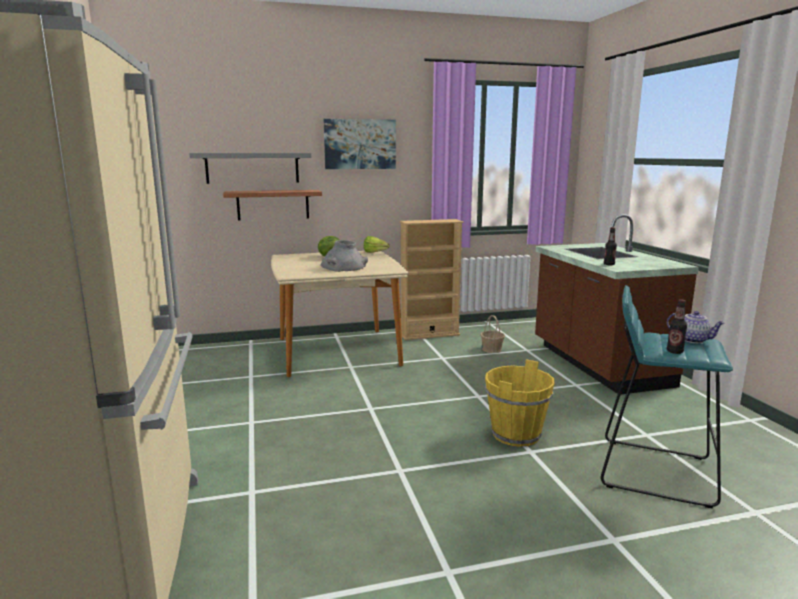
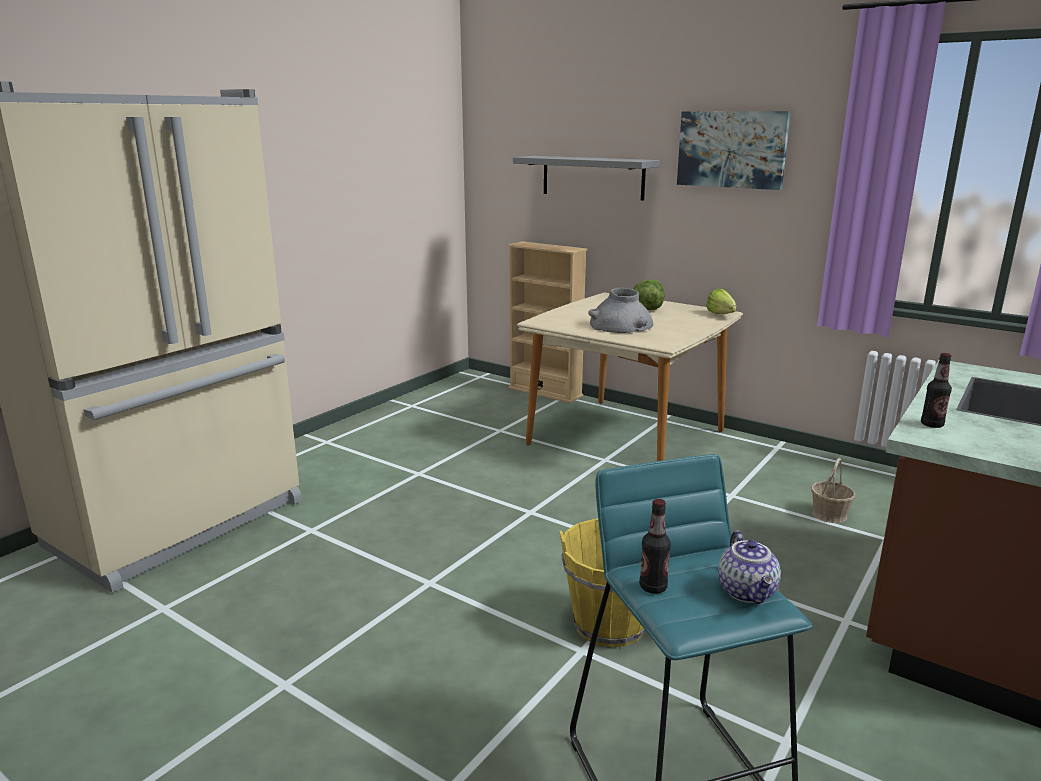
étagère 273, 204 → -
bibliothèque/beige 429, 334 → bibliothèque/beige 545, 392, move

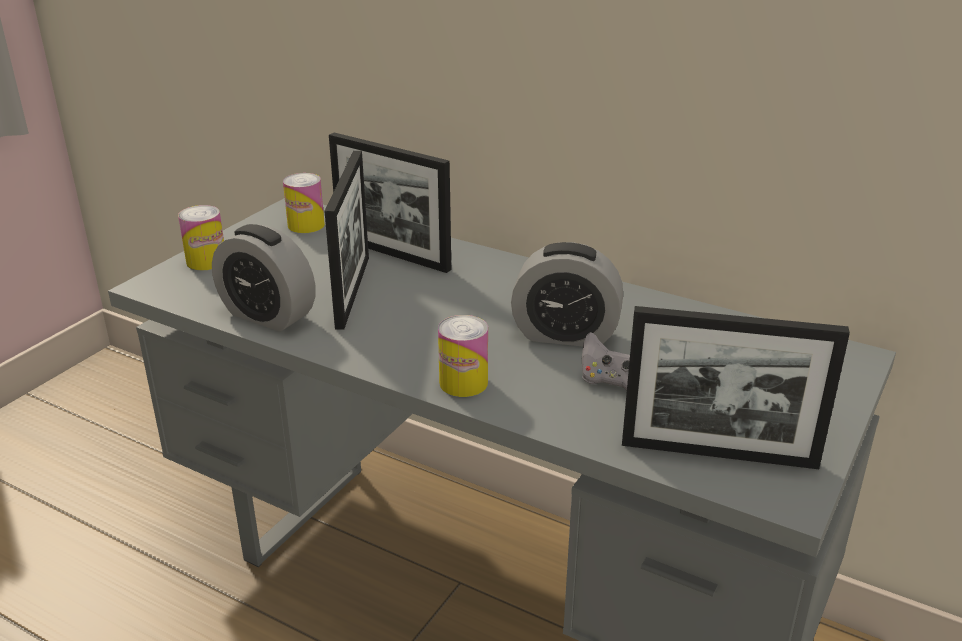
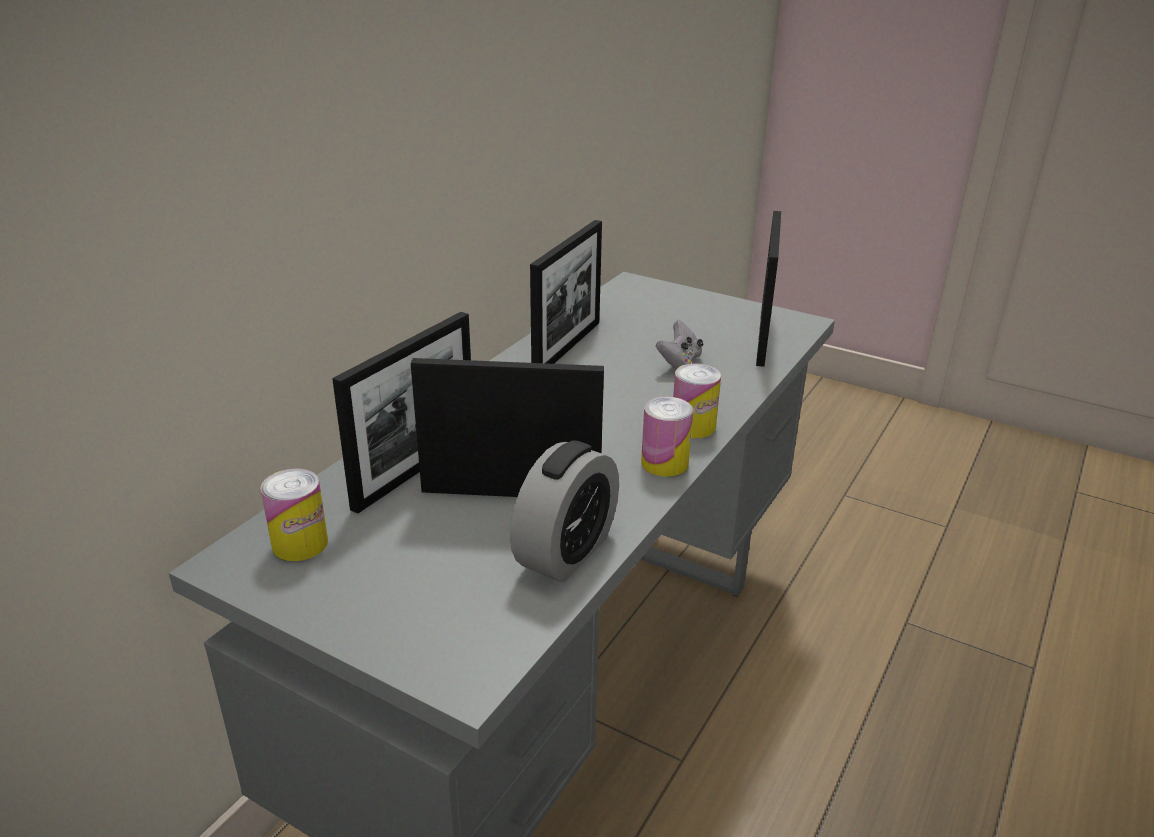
réveil 565, 334 → -
- → cadre photo 567, 347
boîte métallique 206, 261 → boîte métallique 664, 463, move

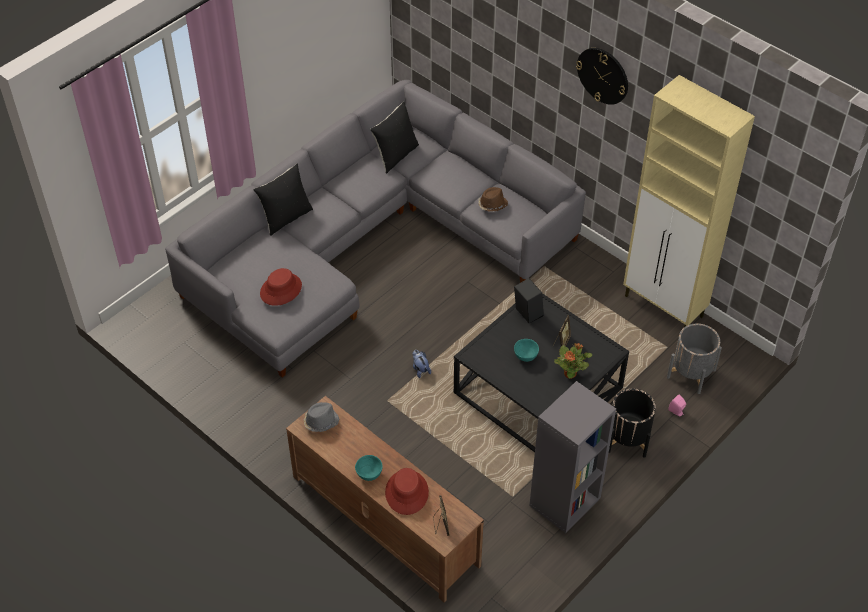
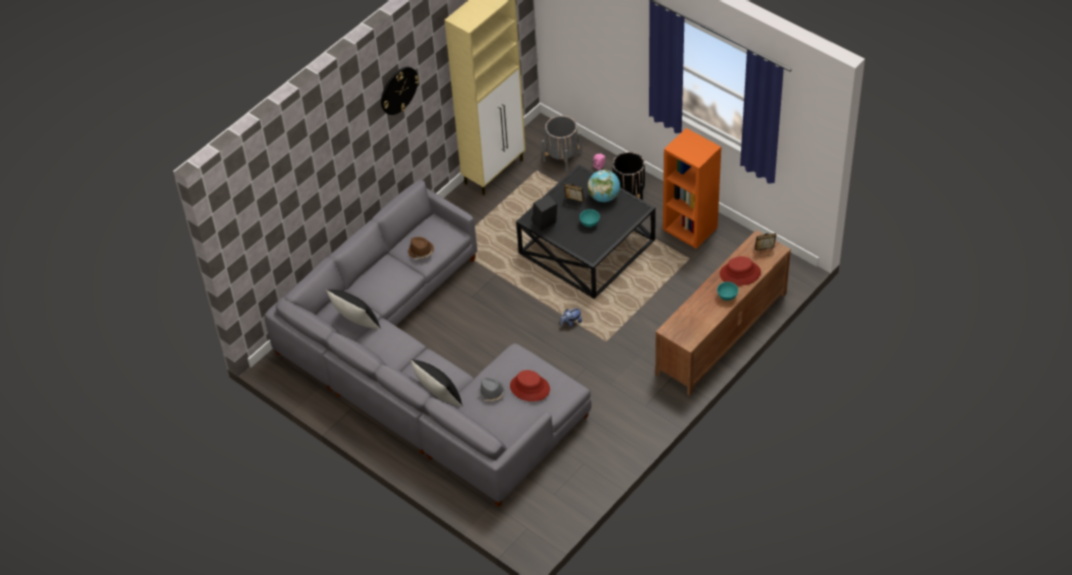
chapeau/gris 320, 421 → chapeau/gris 491, 392, move
plante en pot 570, 373 → globe 604, 197
bibliothèque/gris 565, 502 → bibliothèque/orange 690, 228

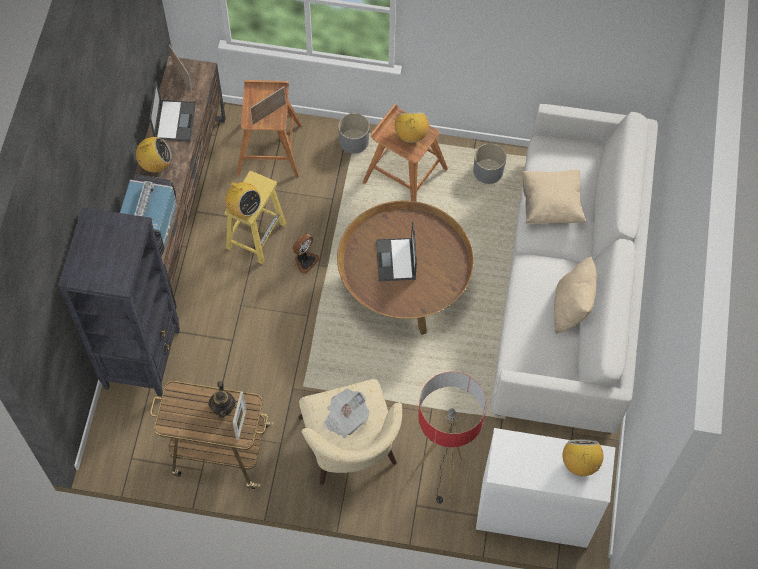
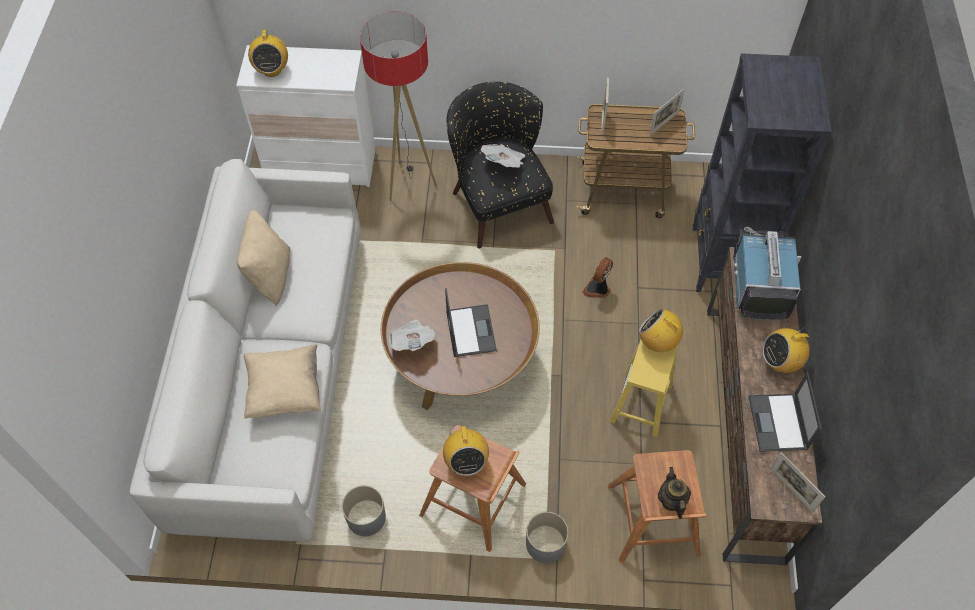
- → journal 412, 341
théière 223, 407 → théière 671, 500, move
cadre photo 269, 114 → cadre photo 664, 123, move
ventilateur 305, 260 → ventilateur 598, 289, move
fauteuil/beige 350, 451 → fauteuil/noir 498, 199

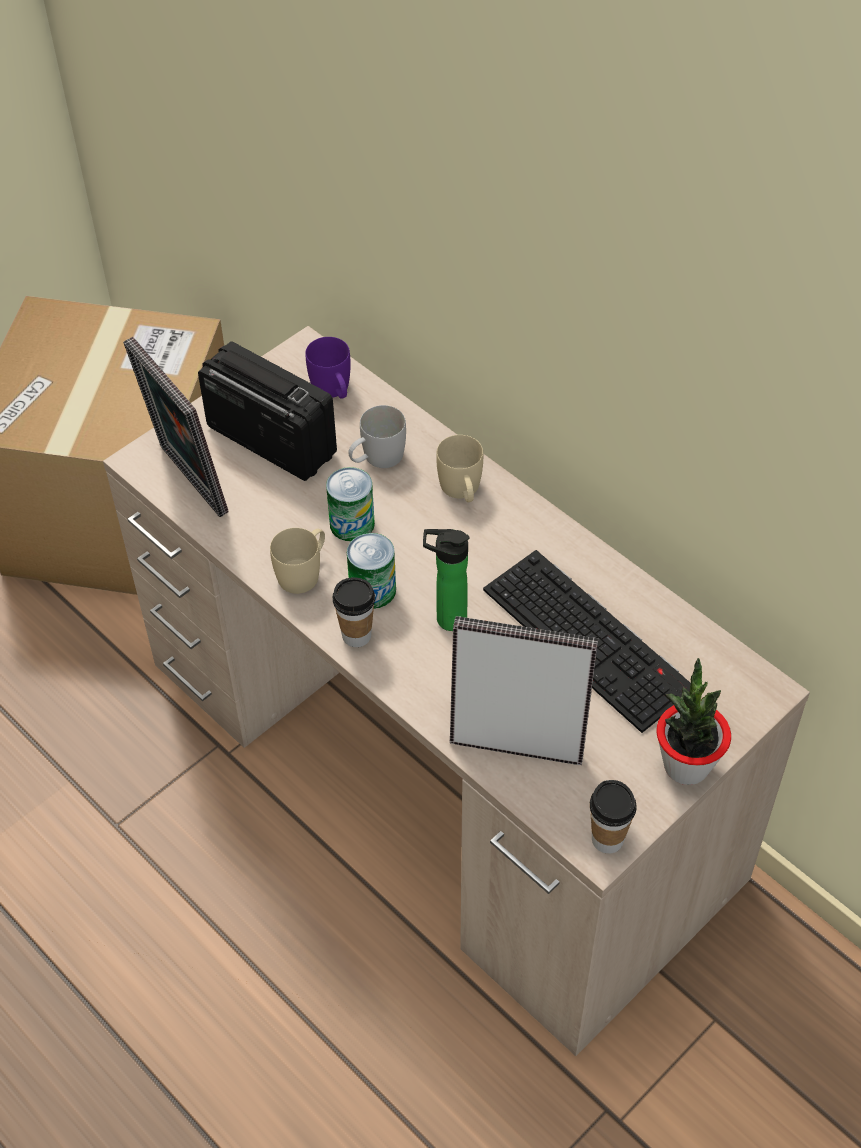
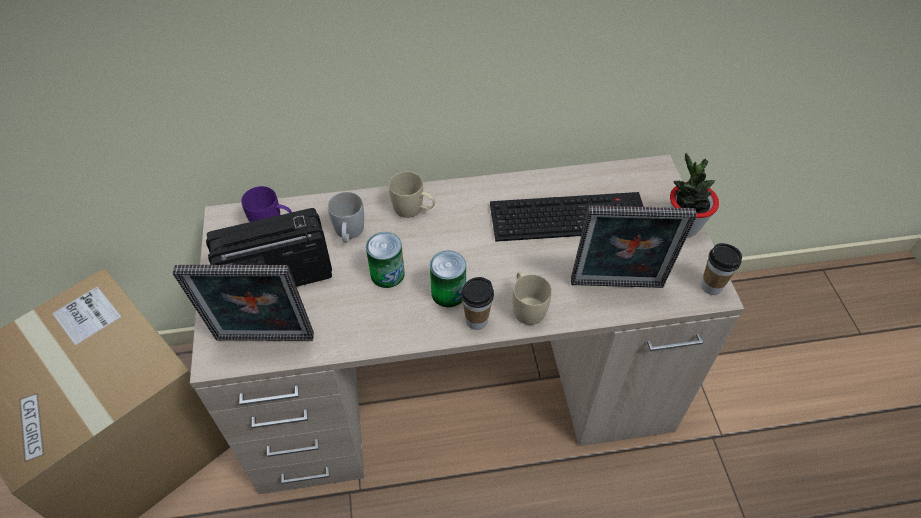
bouteille 446, 619 → -
mug/beige 304, 572 → mug/beige 526, 306, move
cadre photo 517, 742 → cadre photo 617, 288, 135 degrees counterclockwise

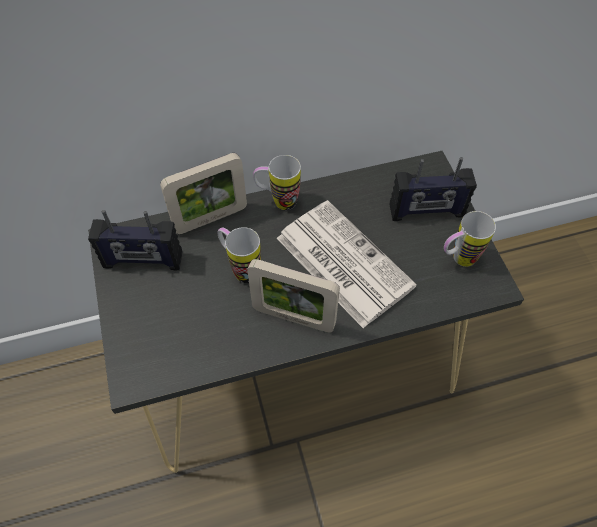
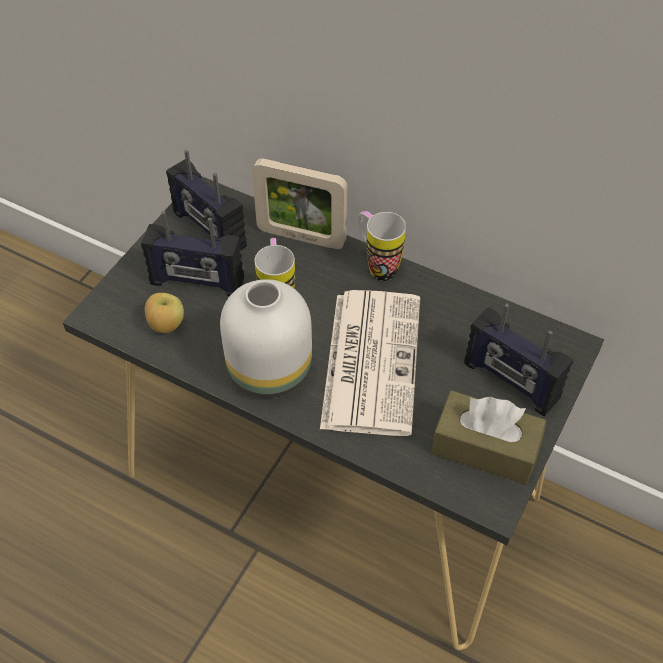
- → radio 197, 282
- → pomme 166, 325
cadre photo 293, 317 → vase/blanc 272, 371
mug 457, 260 → boîte à mouchoirs/marron 485, 448

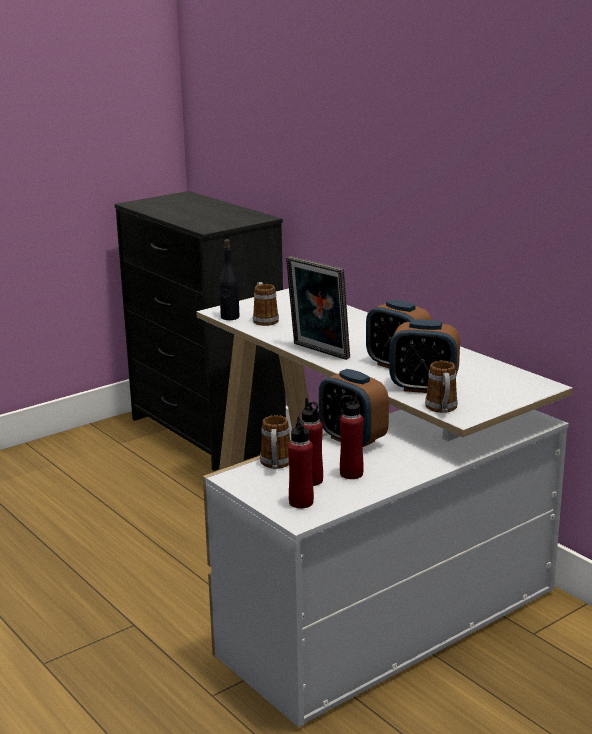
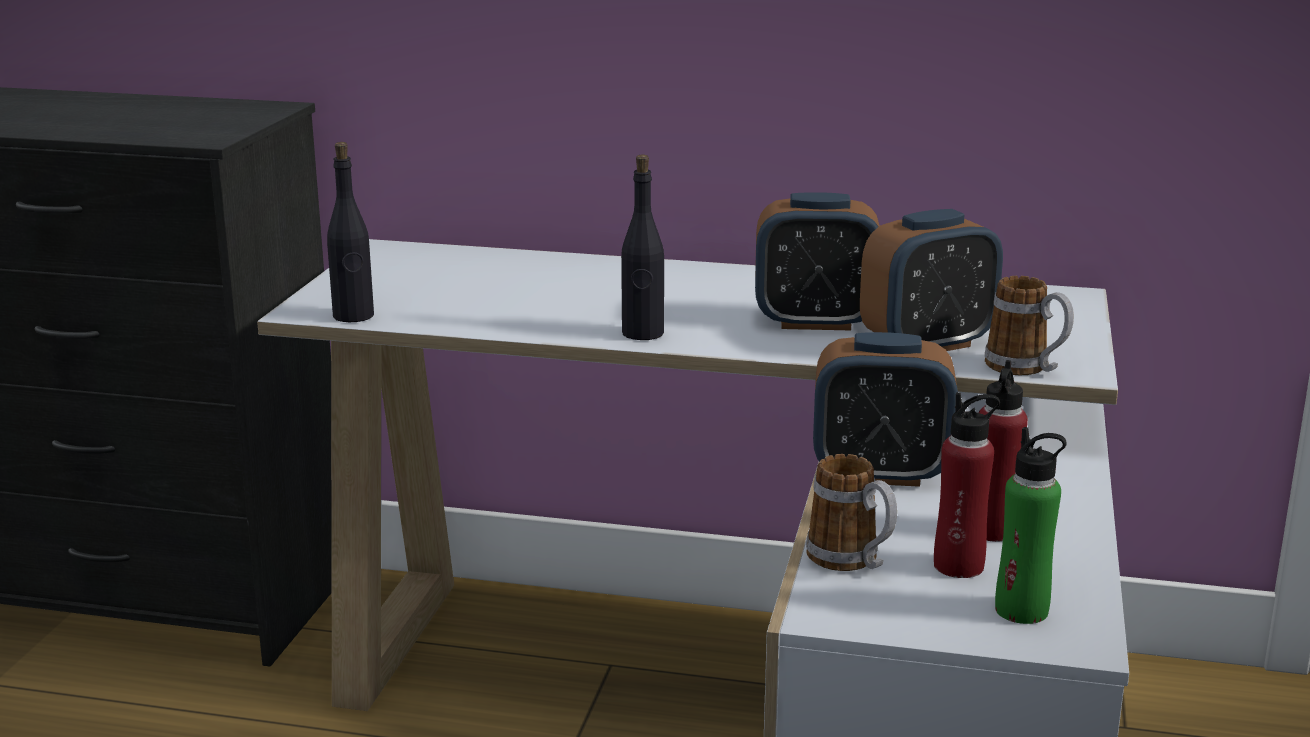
mug 264, 320 → -
cadre photo 318, 352 → bouteille/noir 642, 334
bouteille/rouge 301, 502 → bouteille/vert 1021, 610

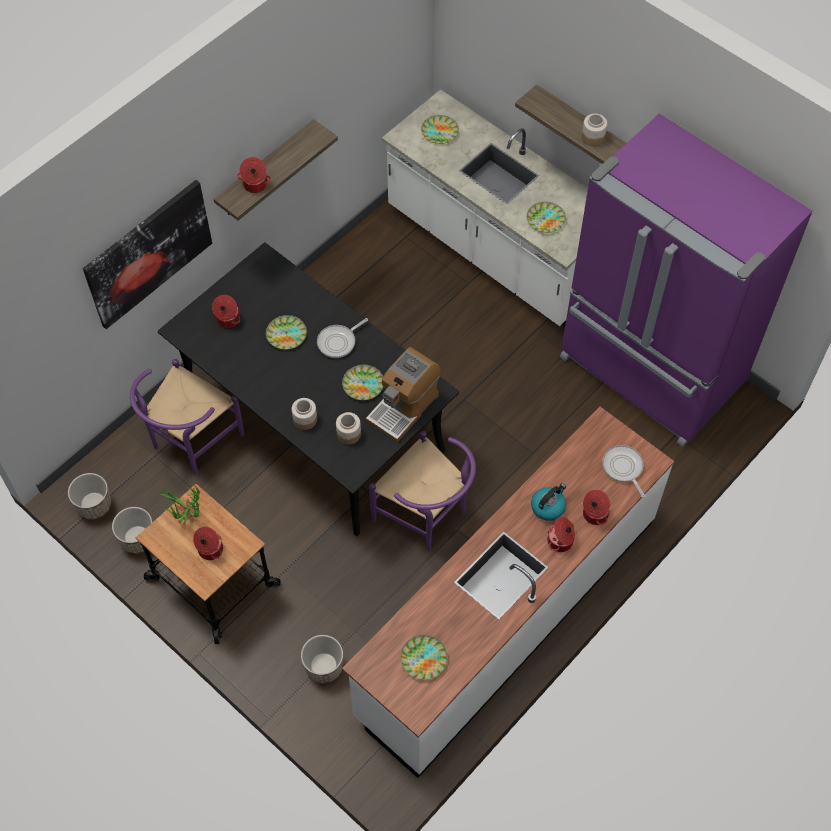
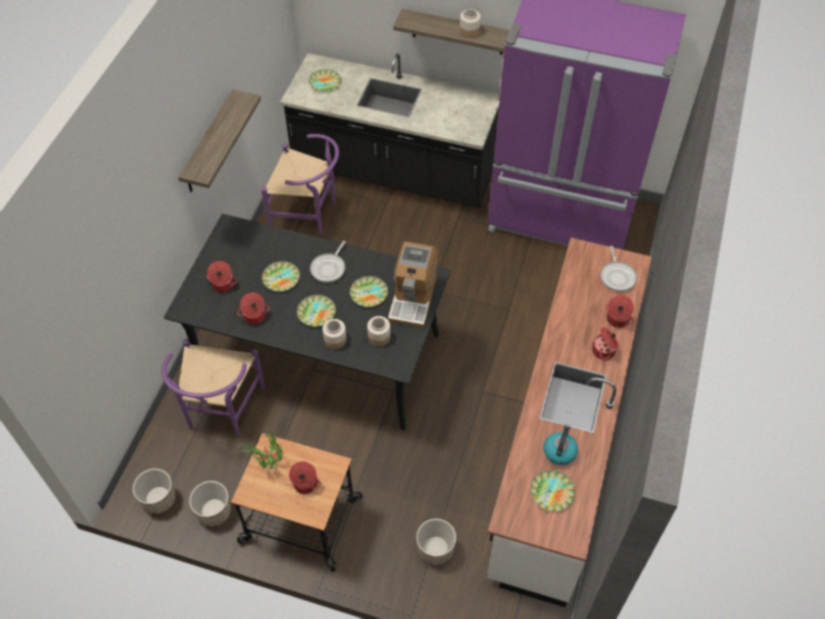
tableau 148, 253 → -
marmite 255, 185 → marmite 254, 316, move
chaise/violet 427, 516 → chaise/violet 309, 214, move
assiette 545, 219 → assiette 316, 312, move
bouilloire 548, 506 → bouilloire 559, 451, move
comptoir de cuisine/blanc 494, 250 → comptoir de cuisine/noir 393, 172
poêle 623, 468 → poêle 617, 276, 135 degrees counterclockwise

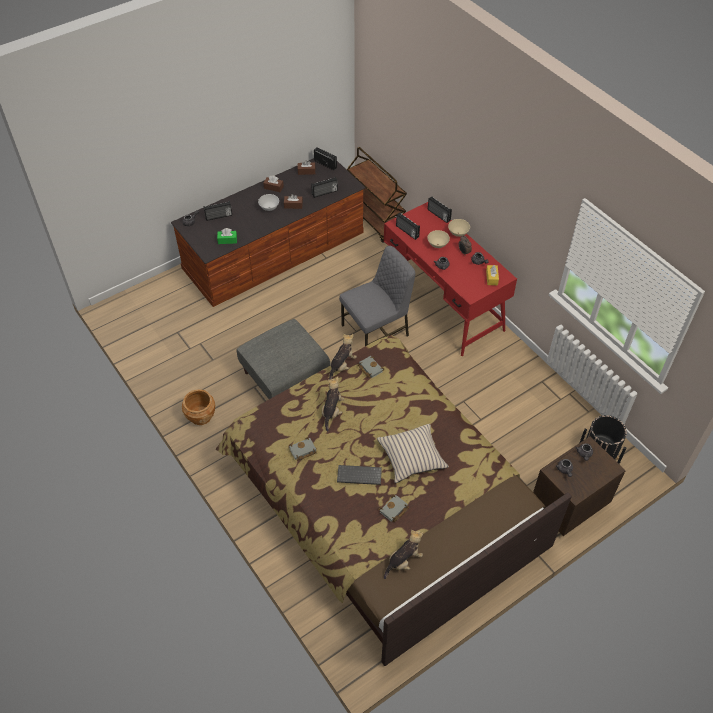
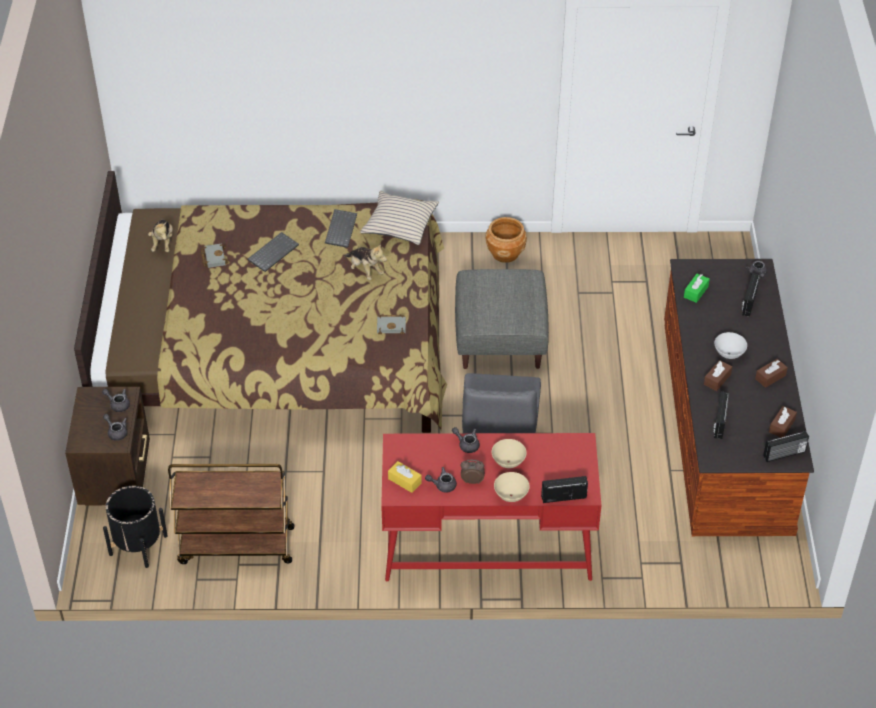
peluche 342, 365 → -
radio 407, 231 → -
chariot/marron 376, 220 → chariot/marron 235, 546, move
coussin/beige 412, 457 → coussin/beige 399, 224, move
livre/gris 302, 451 → clavier 340, 229

